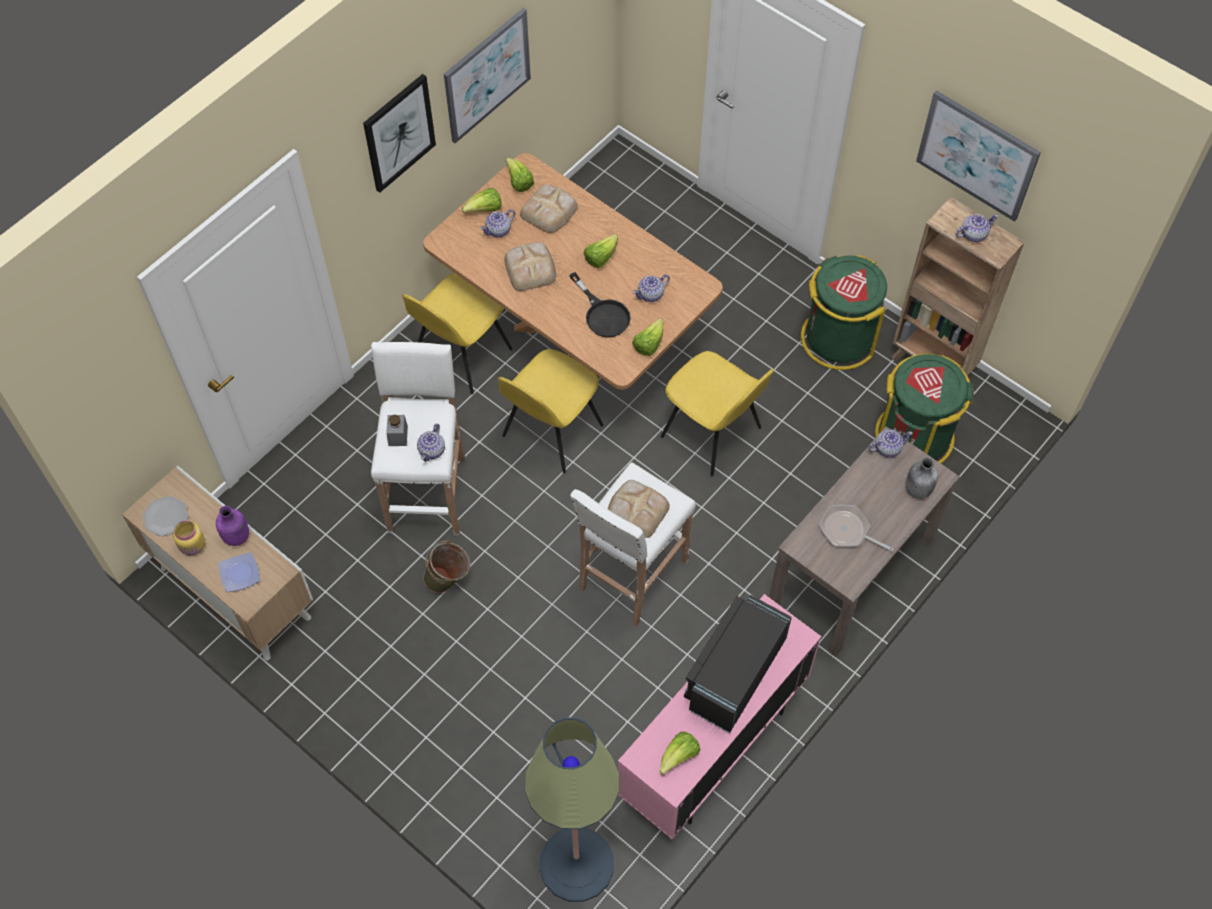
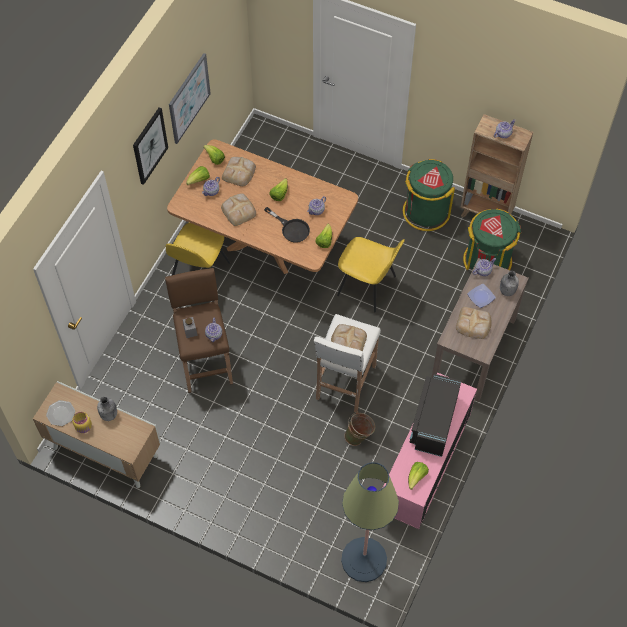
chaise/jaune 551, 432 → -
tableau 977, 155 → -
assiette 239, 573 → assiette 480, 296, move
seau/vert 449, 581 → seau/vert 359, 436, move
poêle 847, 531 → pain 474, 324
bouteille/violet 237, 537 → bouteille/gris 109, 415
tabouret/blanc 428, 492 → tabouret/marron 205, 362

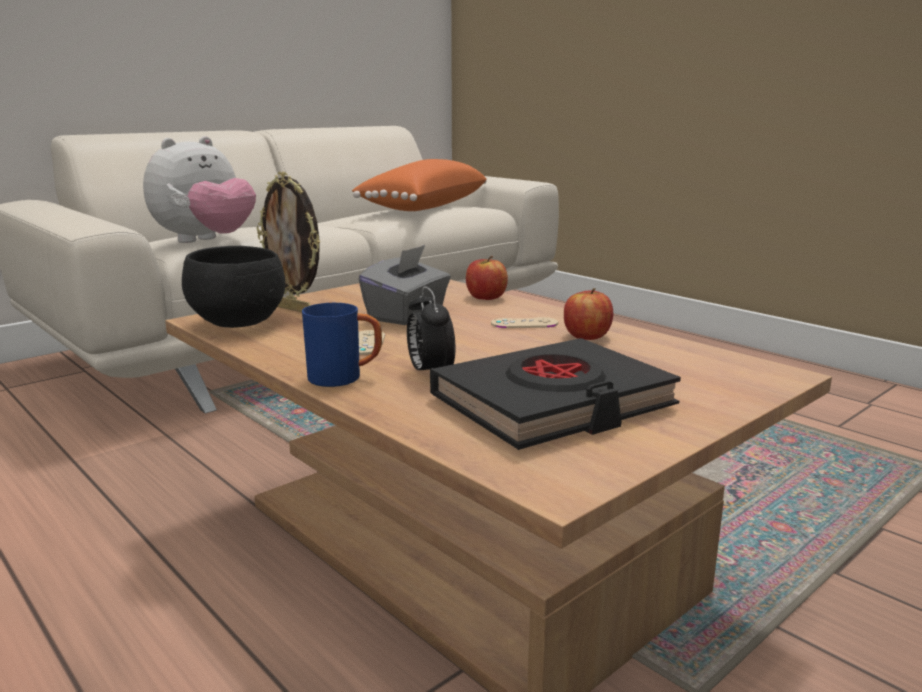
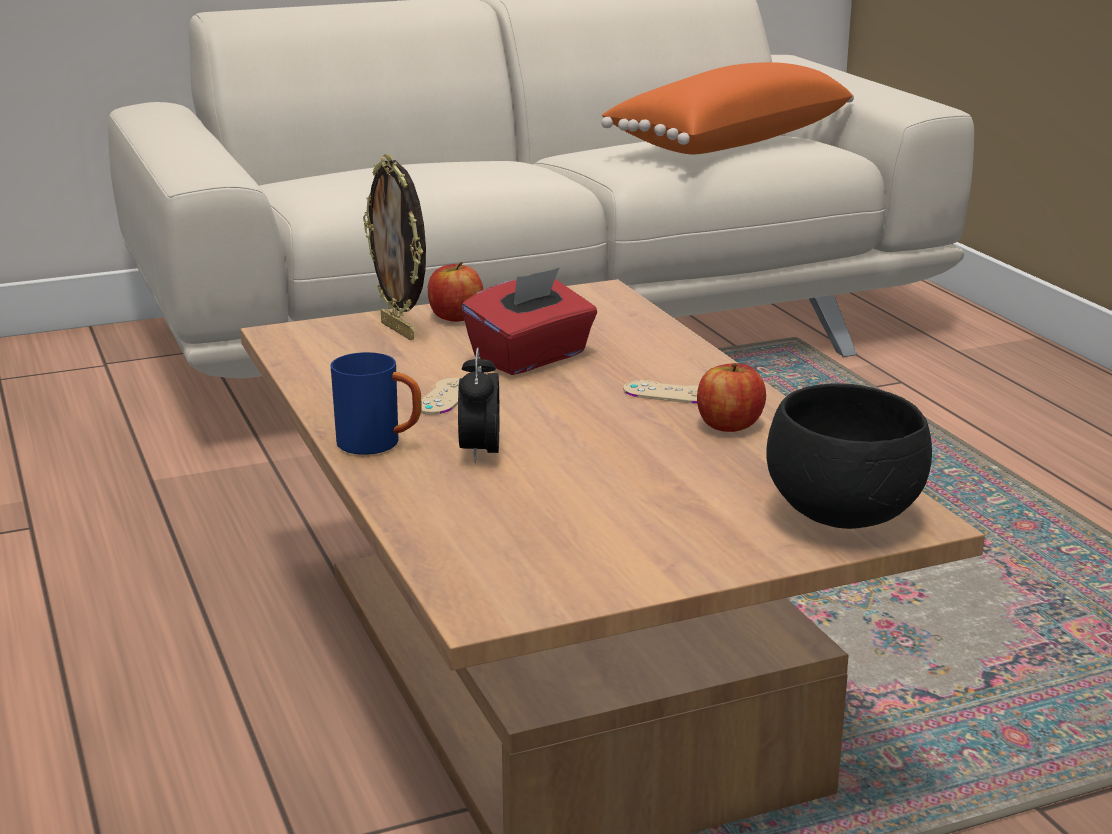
peluche 206, 241 → -
livre/noir 553, 404 → -
bol/noir 241, 324 → bol/noir 847, 517, move
pomme 486, 297 → pomme 456, 317, move
boîte à mouchoirs/gris 407, 315 → boîte à mouchoirs/rouge 531, 358

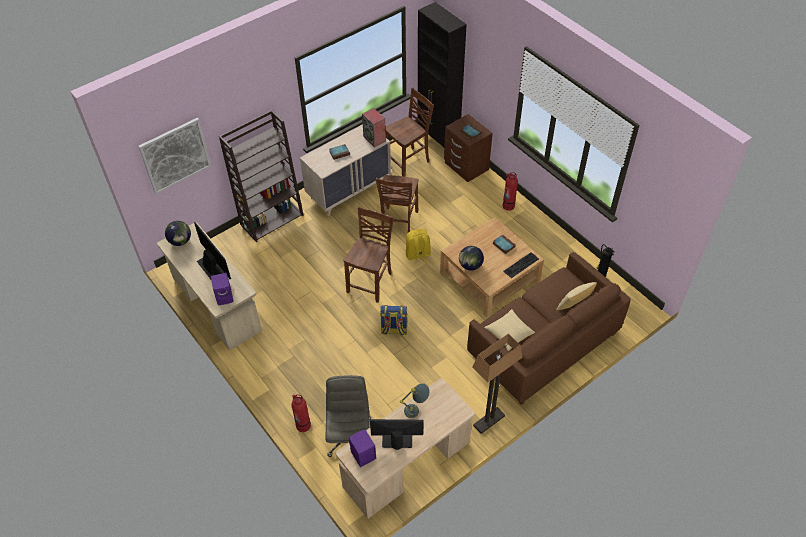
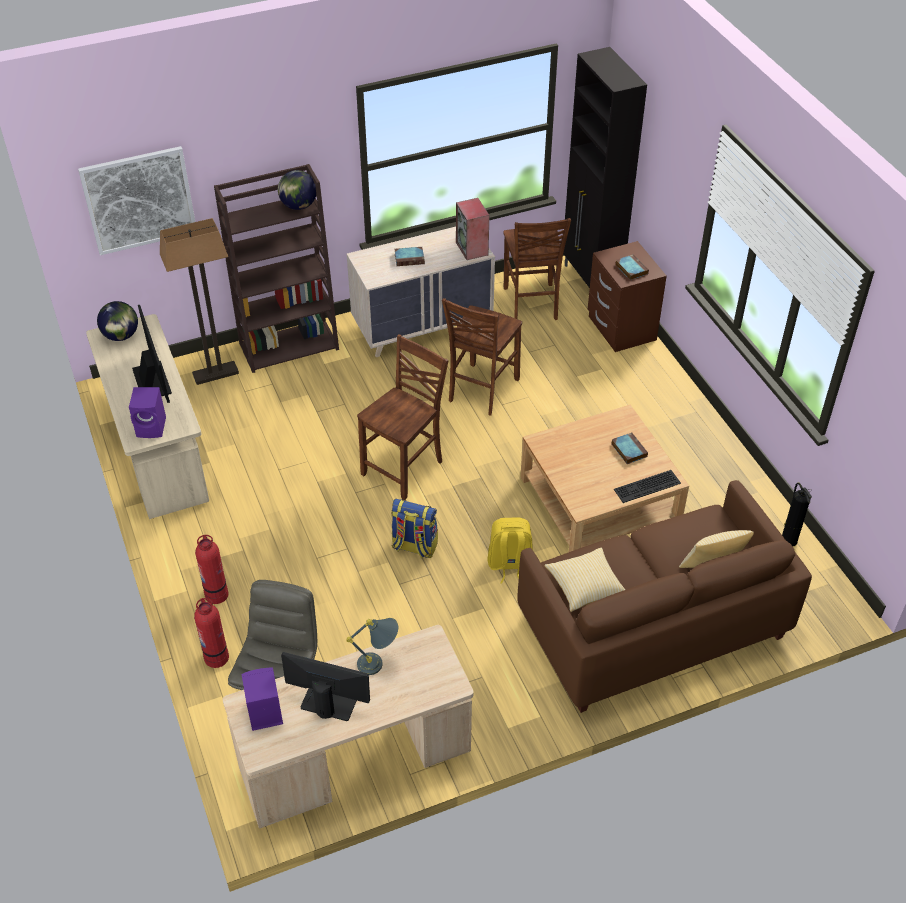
sac à dos/jaune 418, 255 → sac à dos/jaune 509, 564, move
globe 470, 265 → globe 298, 206, move
lampadaire 489, 421 → lampadaire 215, 374, move
extincteur 508, 205 → extincteur 216, 594, move
chaise/marron 408, 162 → chaise/marron 531, 304, 105 degrees clockwise

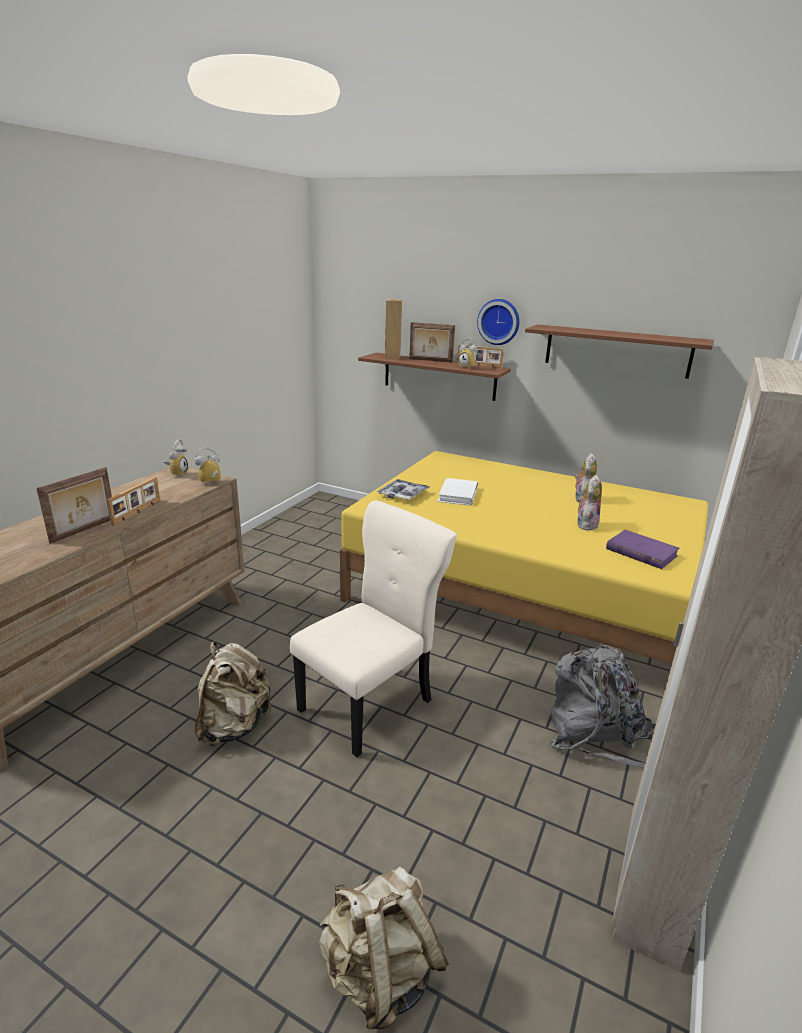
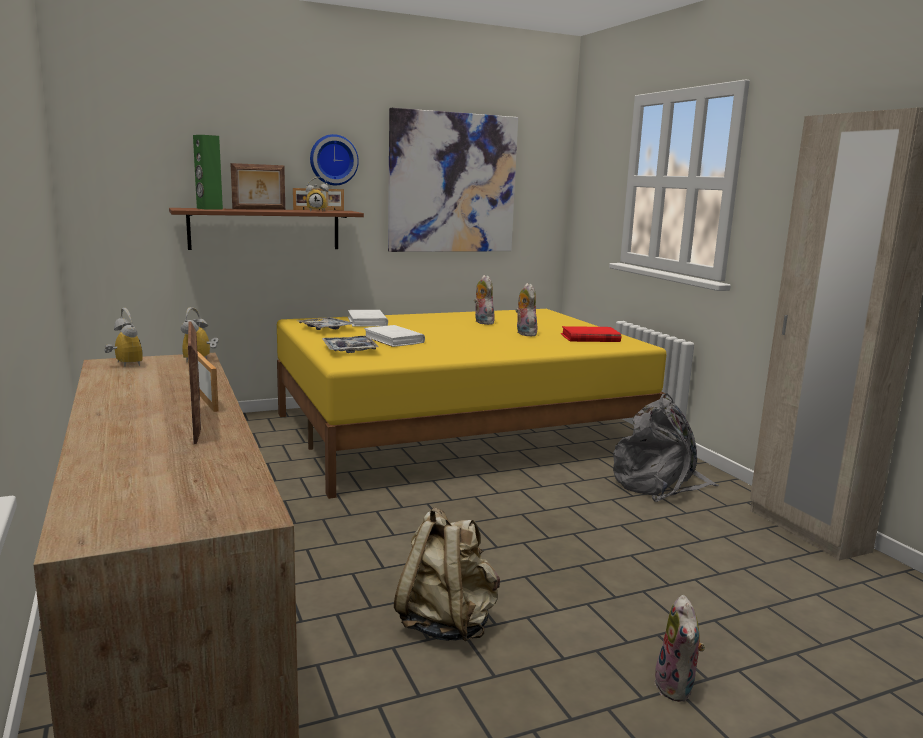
chaise/beige 370, 703 → -
sac à dos/beige 380, 973 → -
- → plateau 326, 329
- → livre/blanc 367, 321
- → peluche 677, 687
étagère/marron 617, 351 → tableau 452, 183
enceinte/marron 392, 357 → enceinte/vert 209, 209
livre/violet 640, 552 → livre/rouge 590, 338

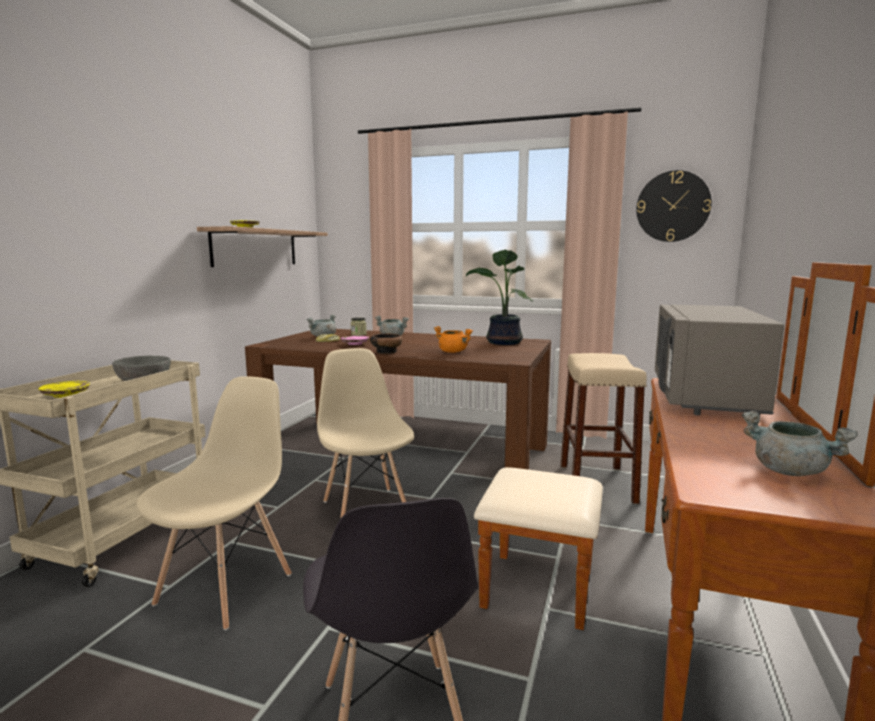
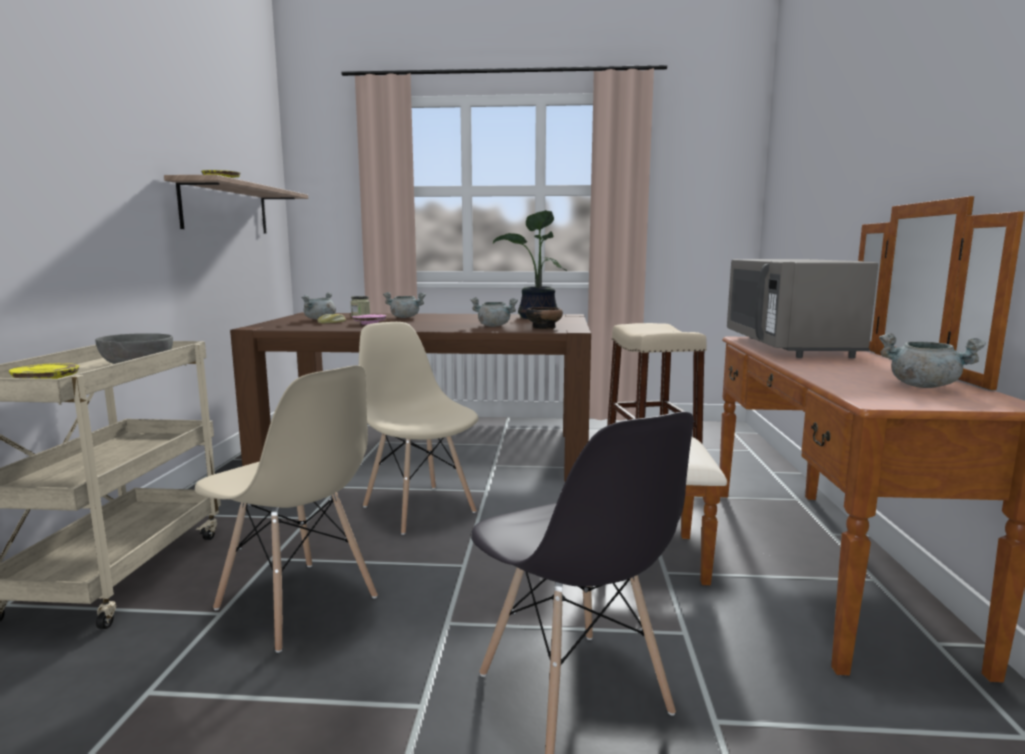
horloge murale 673, 206 → -
bol 386, 352 → bol 544, 327, move
marmite/orange 453, 352 → marmite/gris 494, 326
chaise/beige 226, 588 → chaise/beige 297, 604, 120 degrees clockwise

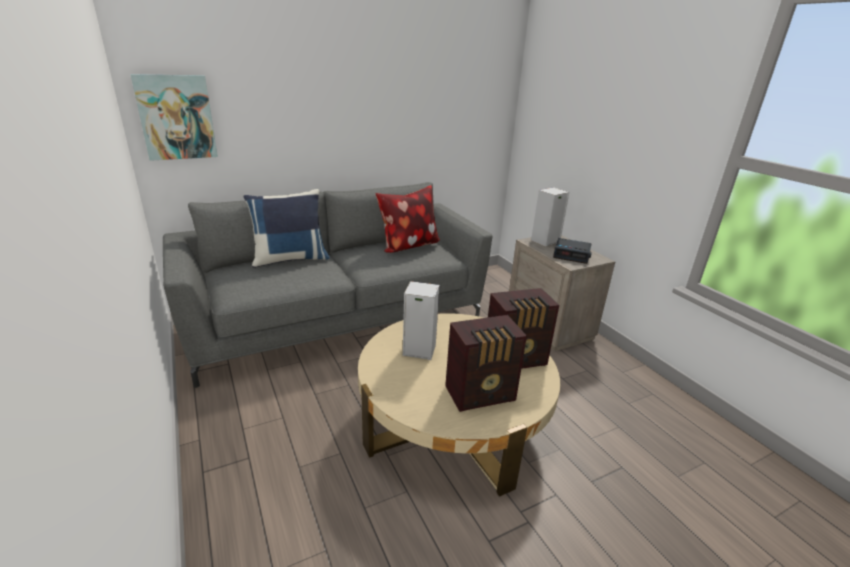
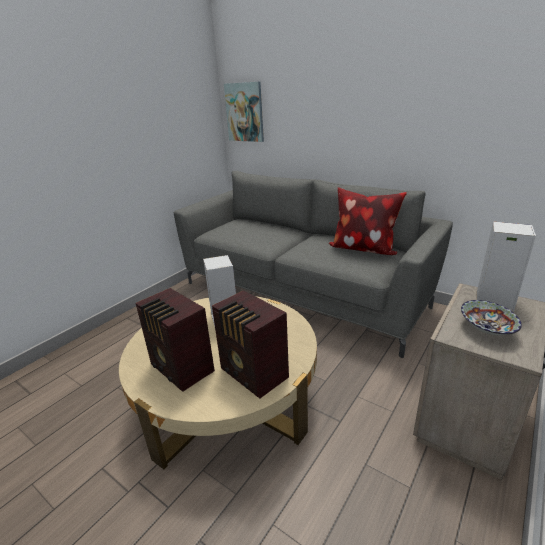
coussin/bleu 290, 259 → -
réveil 572, 255 → bol 487, 329

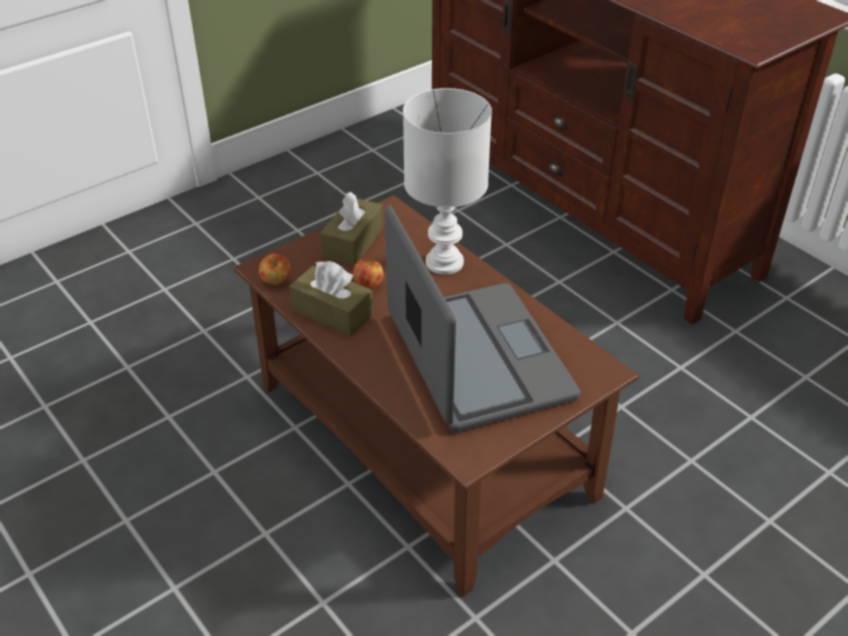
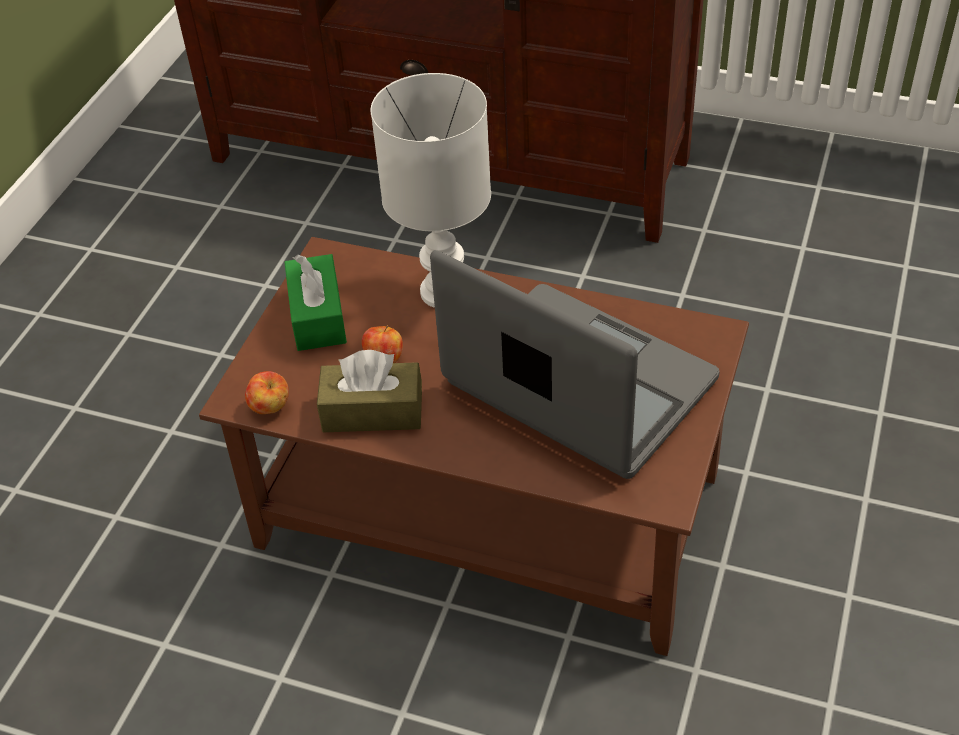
boîte à mouchoirs/marron 353, 242 → boîte à mouchoirs/vert 317, 316

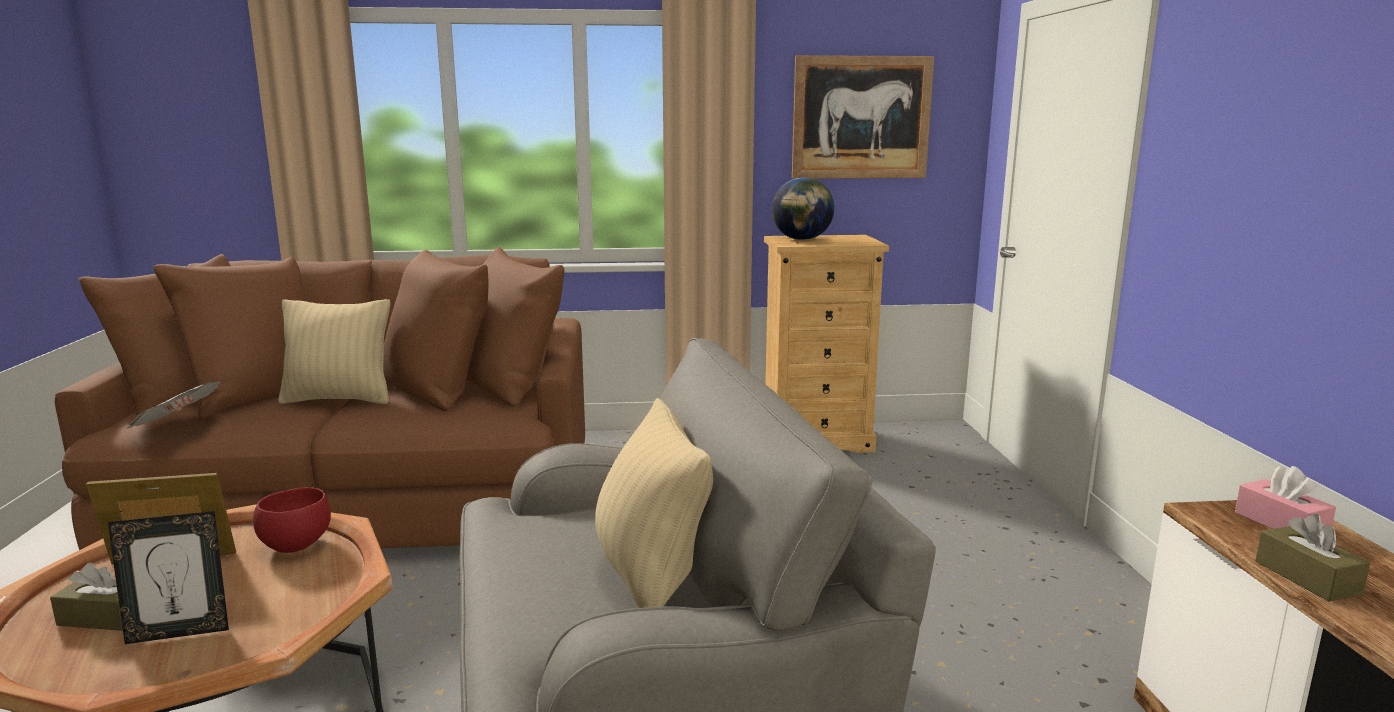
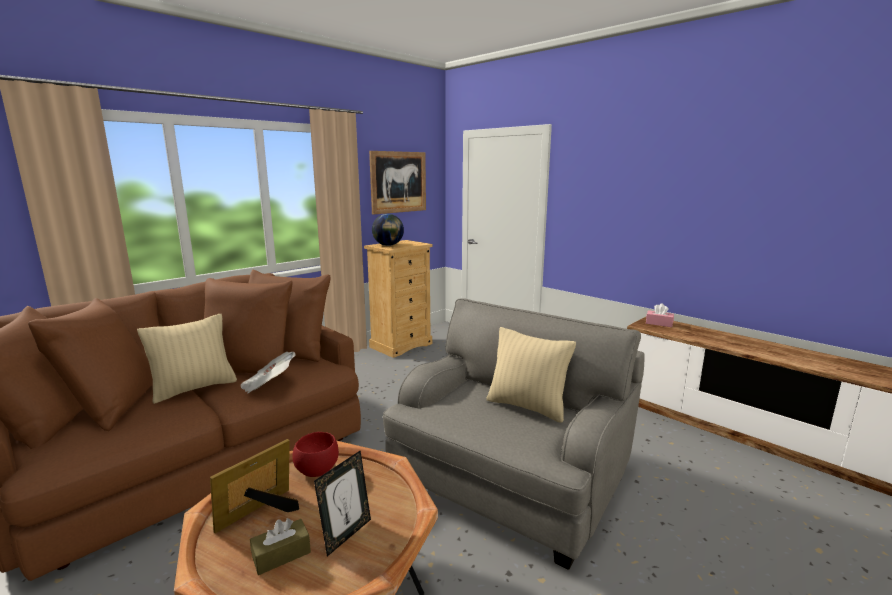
boîte à mouchoirs/marron 1307, 578 → -
journal 177, 427 → journal 268, 385, move

